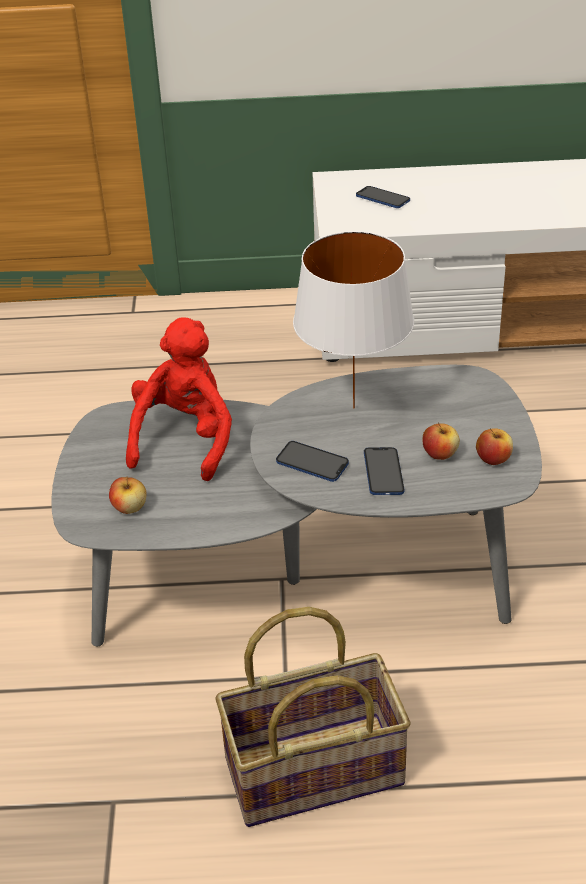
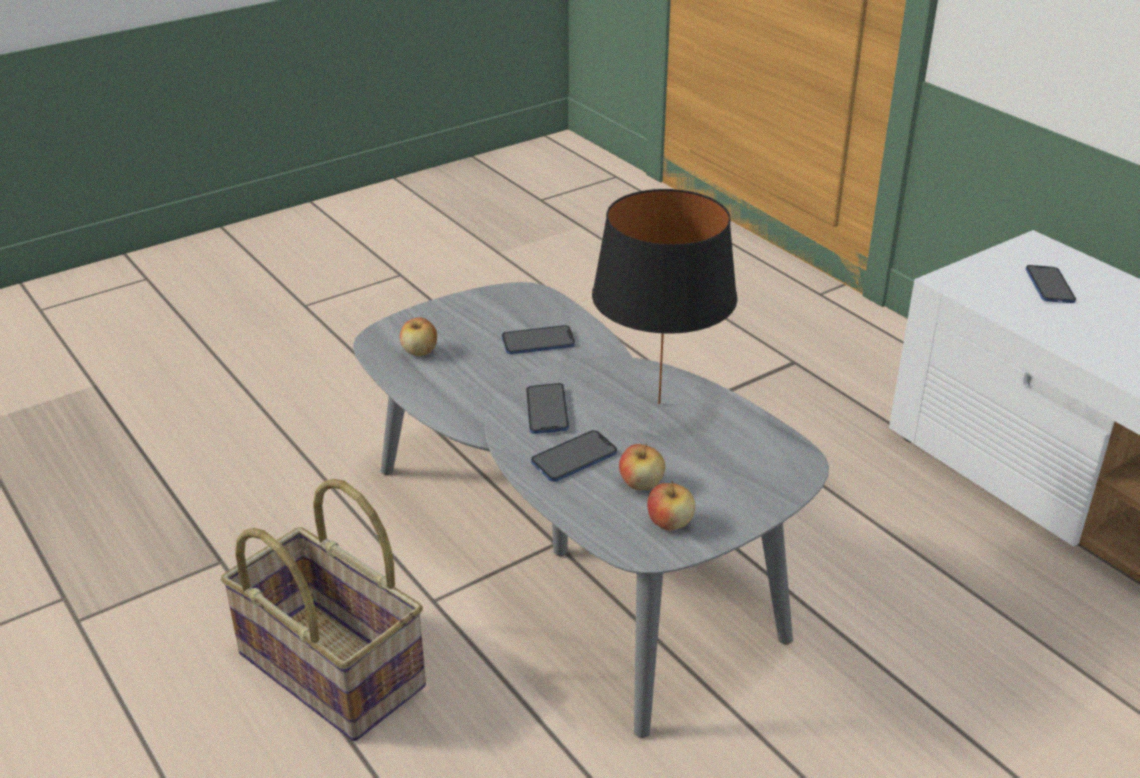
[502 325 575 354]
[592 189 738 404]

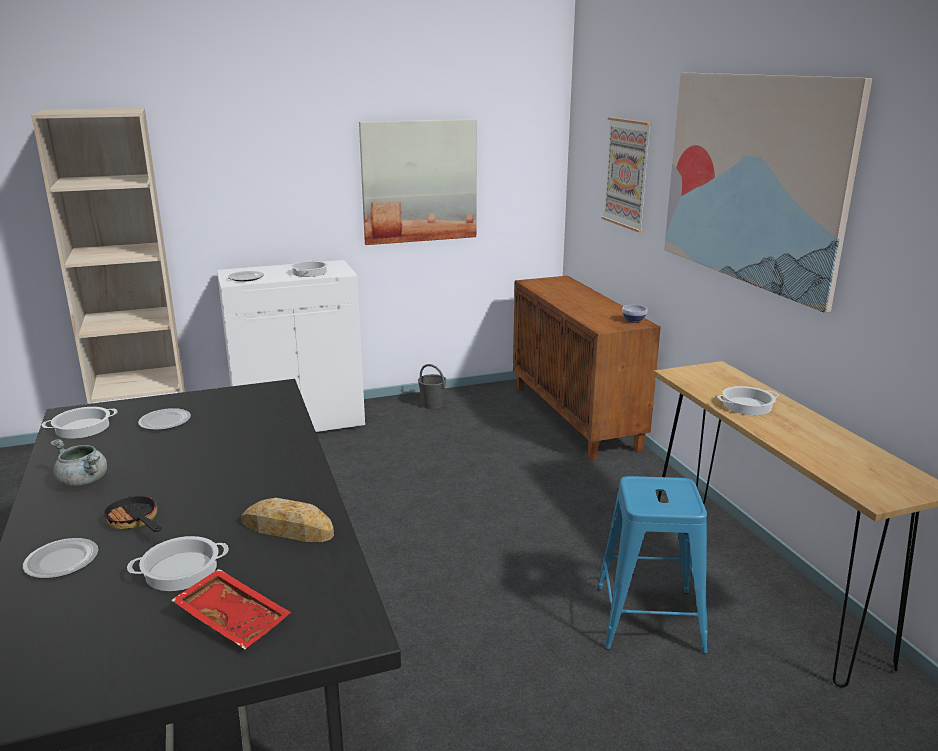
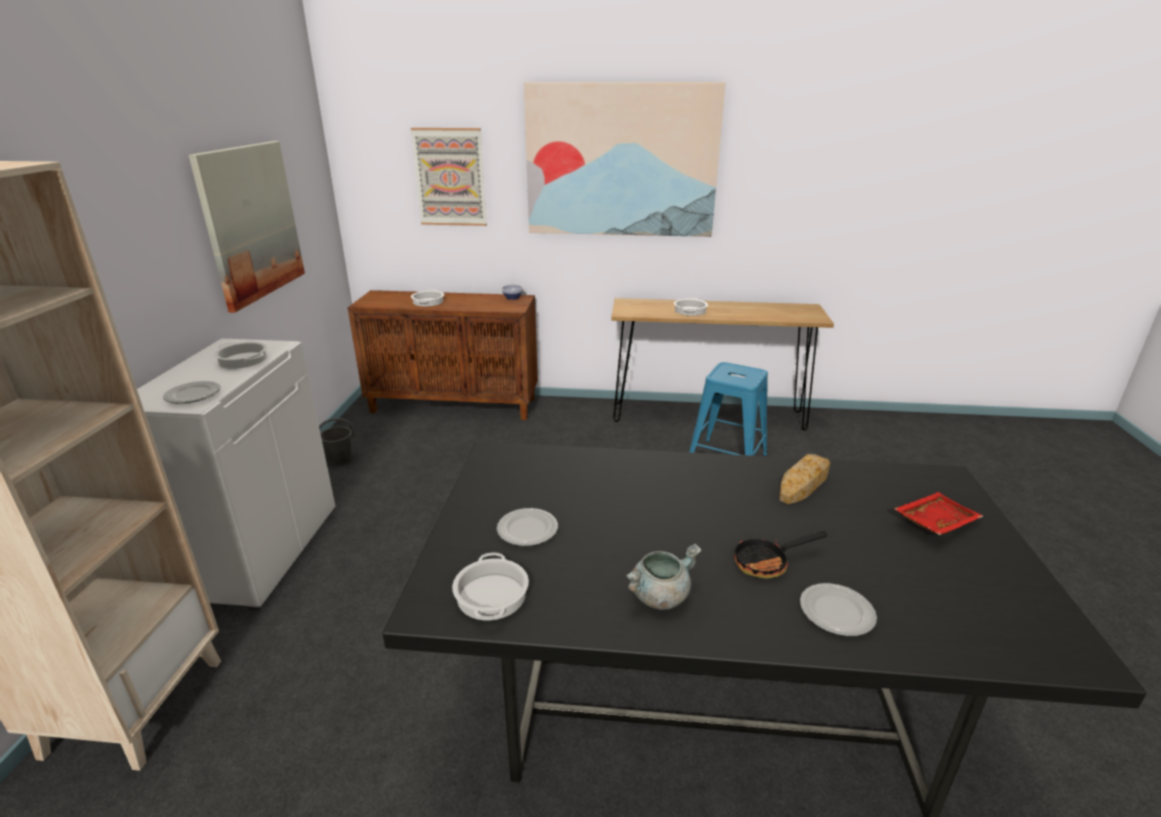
[411 290 444 307]

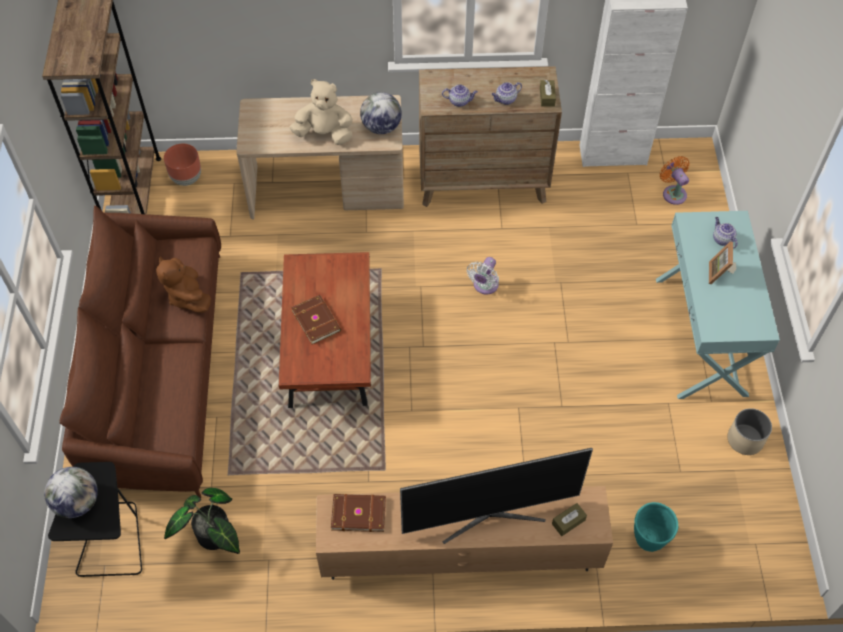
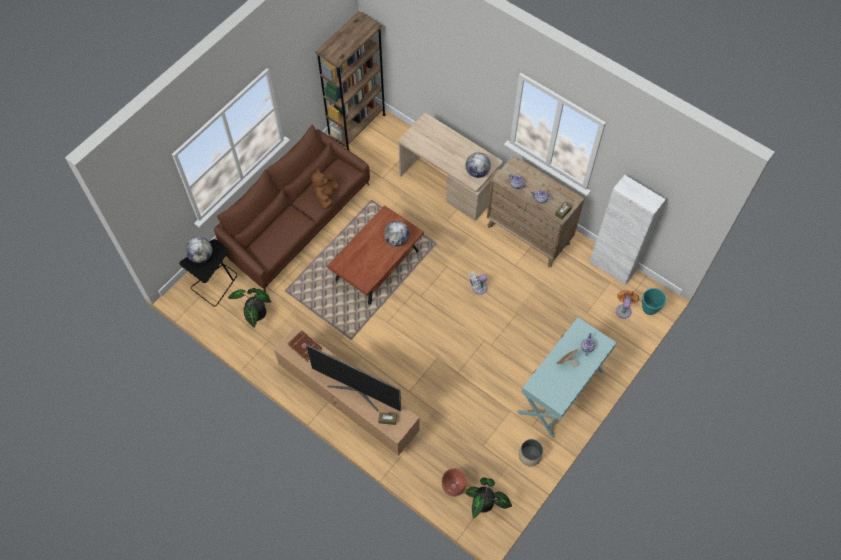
[289 79 353 145] (first image)
[291 295 341 345] (first image)
[384 221 410 246]
[465 477 512 518]
[442 468 467 497]
[642 288 666 315]

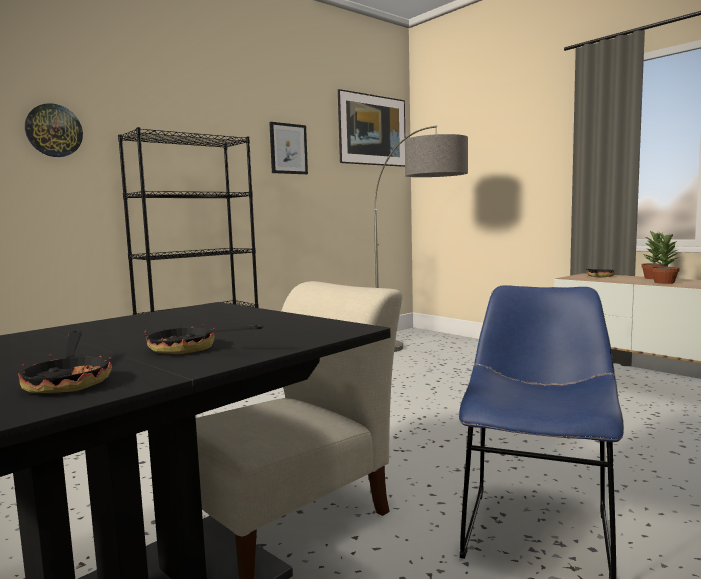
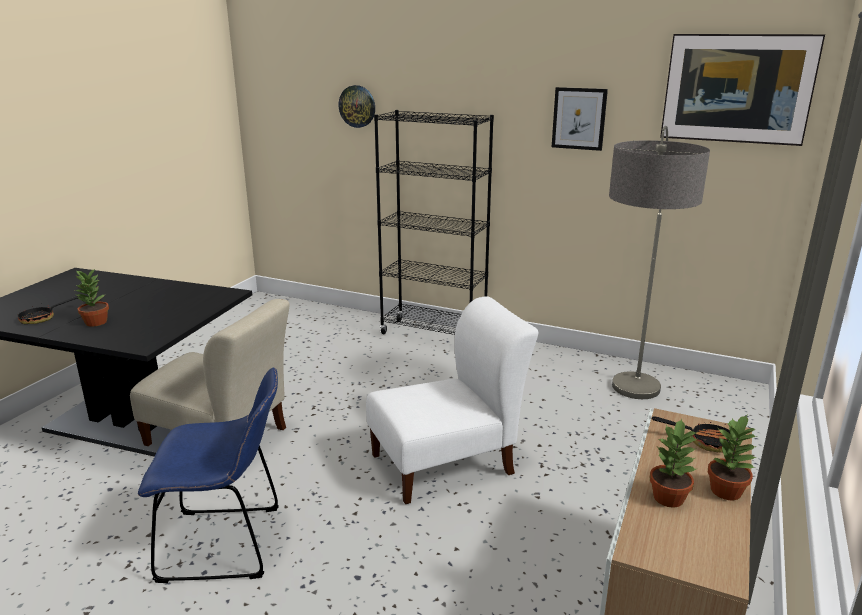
[366 296 538 504]
[75 268 109 326]

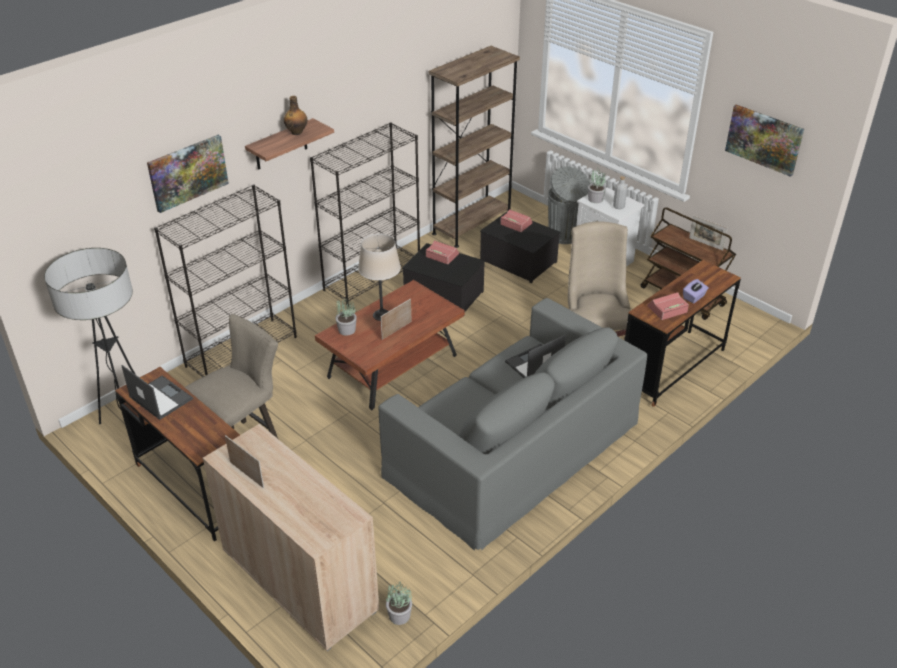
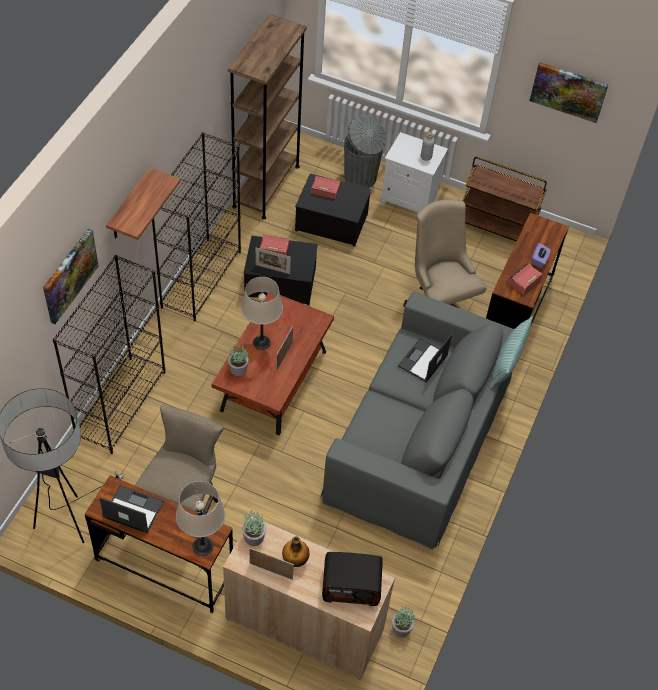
[176 481 225 556]
[322 552 383 606]
[490 317 533 388]
[282 536 309 567]
[242 510 266 546]
[255 248 291 274]

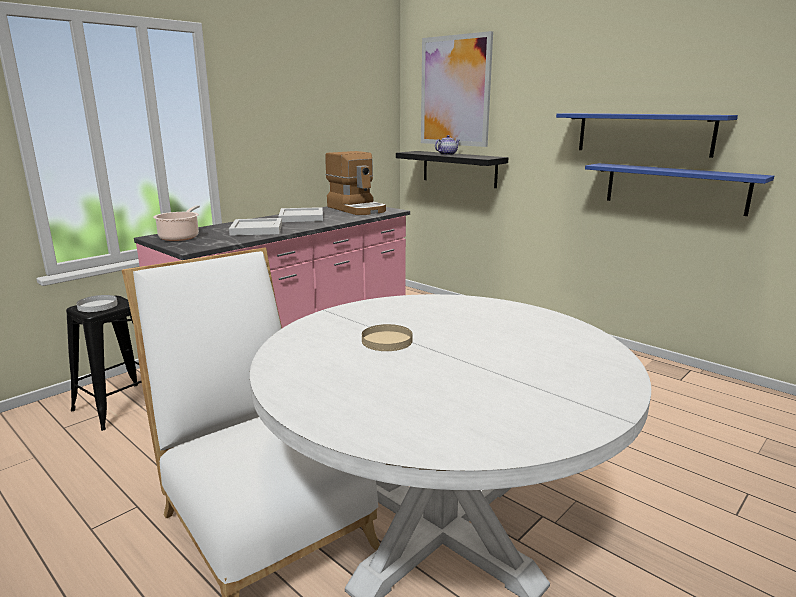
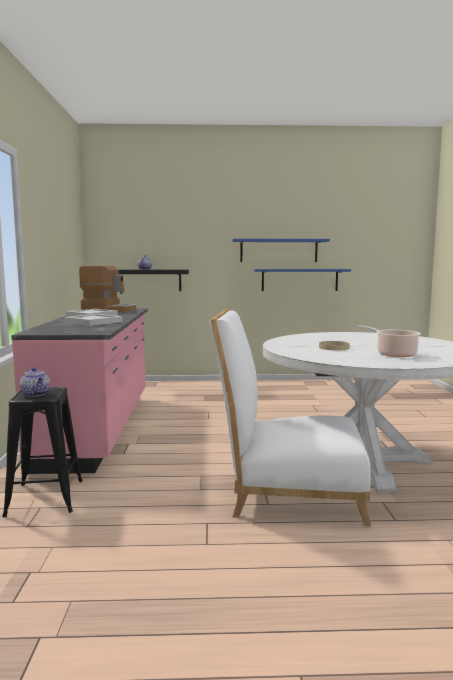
[421 31 493 147] (first image)
[358 325 421 357]
[20 367 50 397]

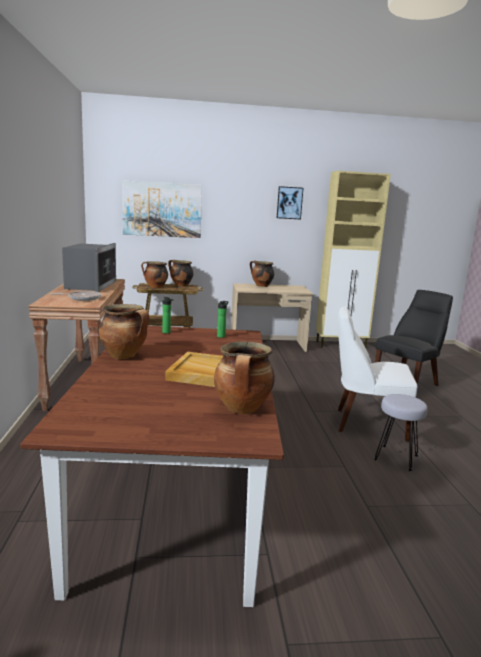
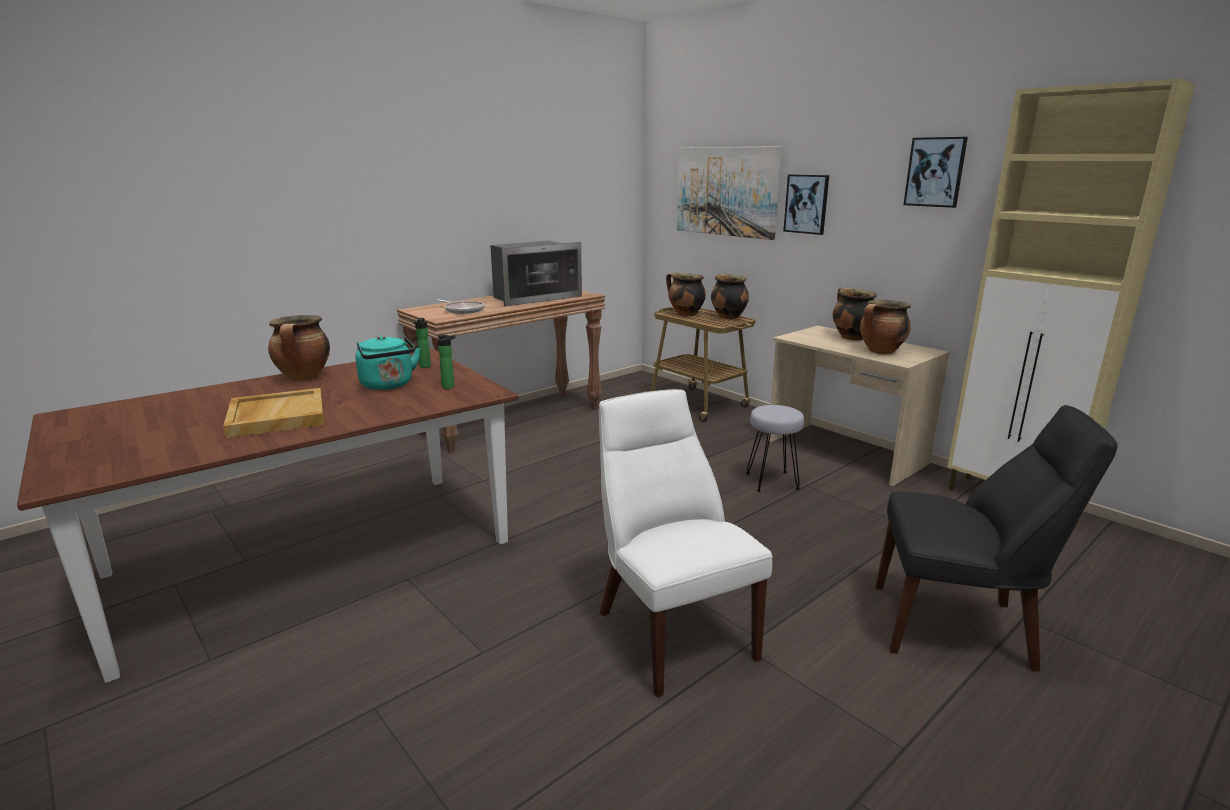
[355 335 421 390]
[783 174 829 235]
[860 300 911 354]
[746 405 804 492]

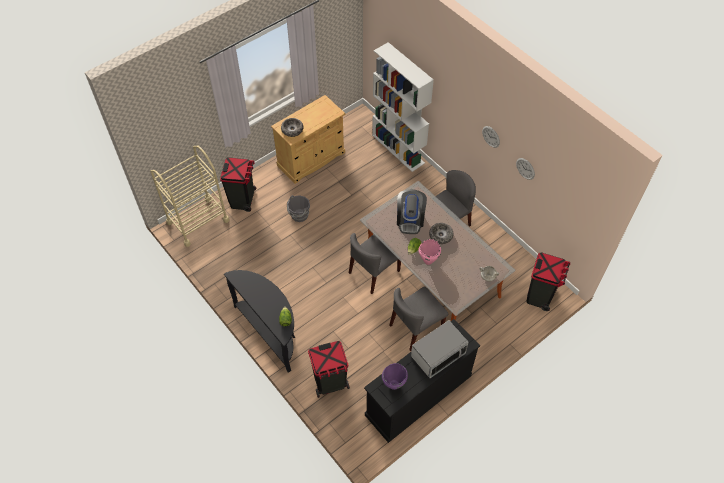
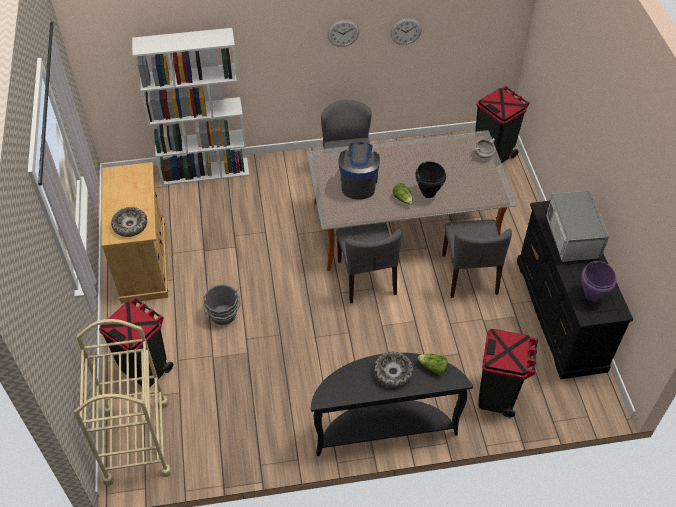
[373 352 413 388]
[415 161 446 198]
[338 142 380 200]

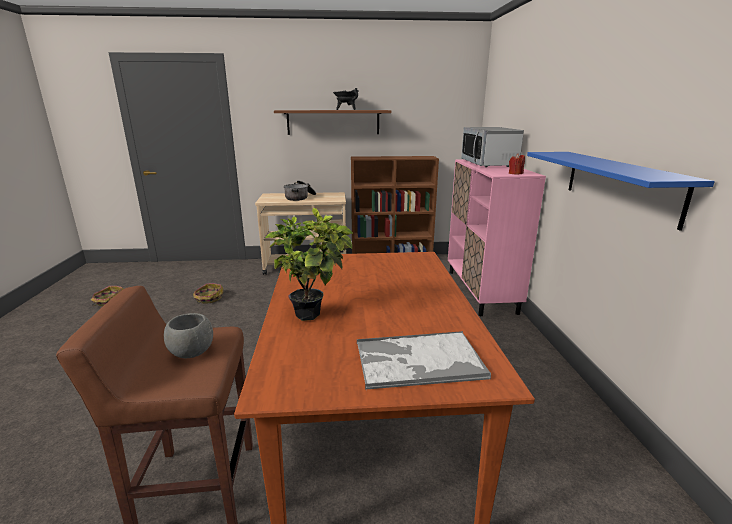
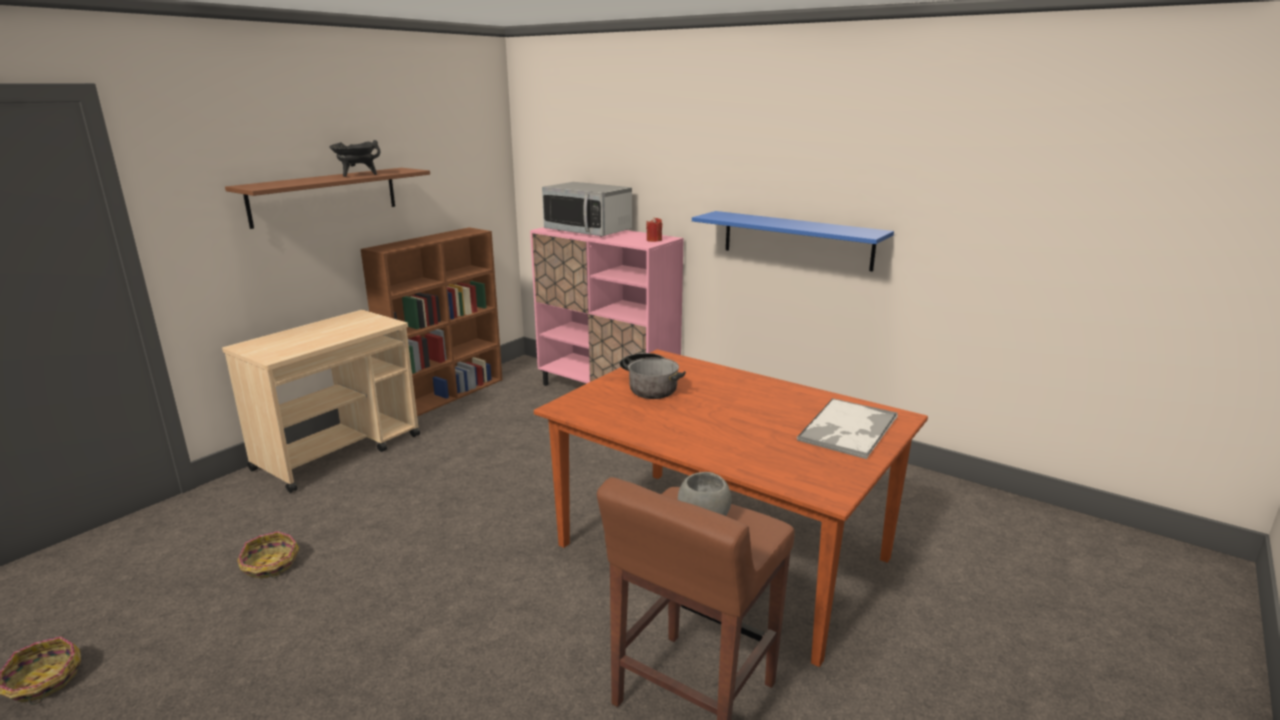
[265 208 353 321] (first image)
[620 353 686 399]

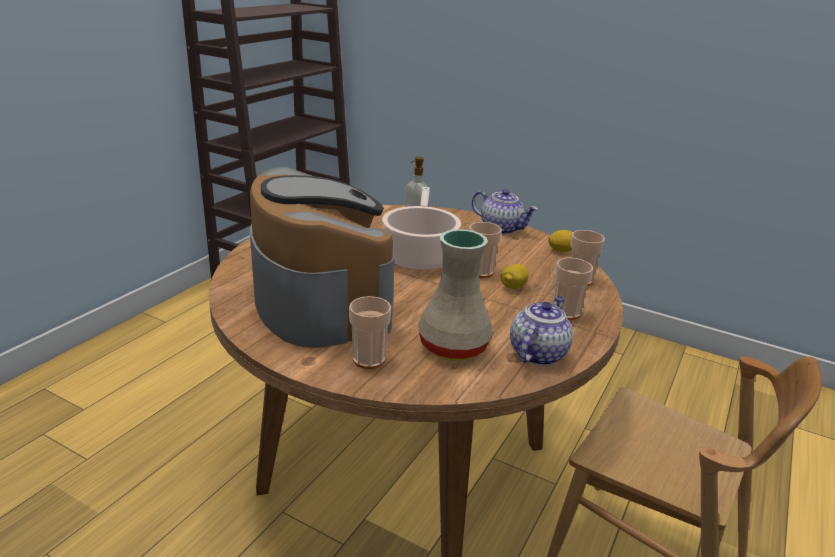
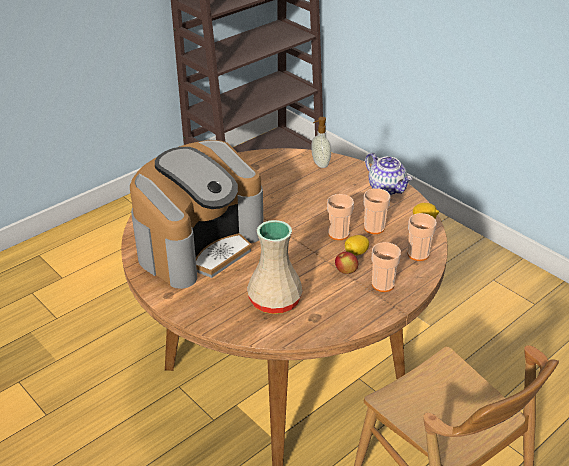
[382 187 461 270] (first image)
[510 296 573 366] (first image)
[335 252 358 274]
[364 188 390 234]
[130 140 263 289]

